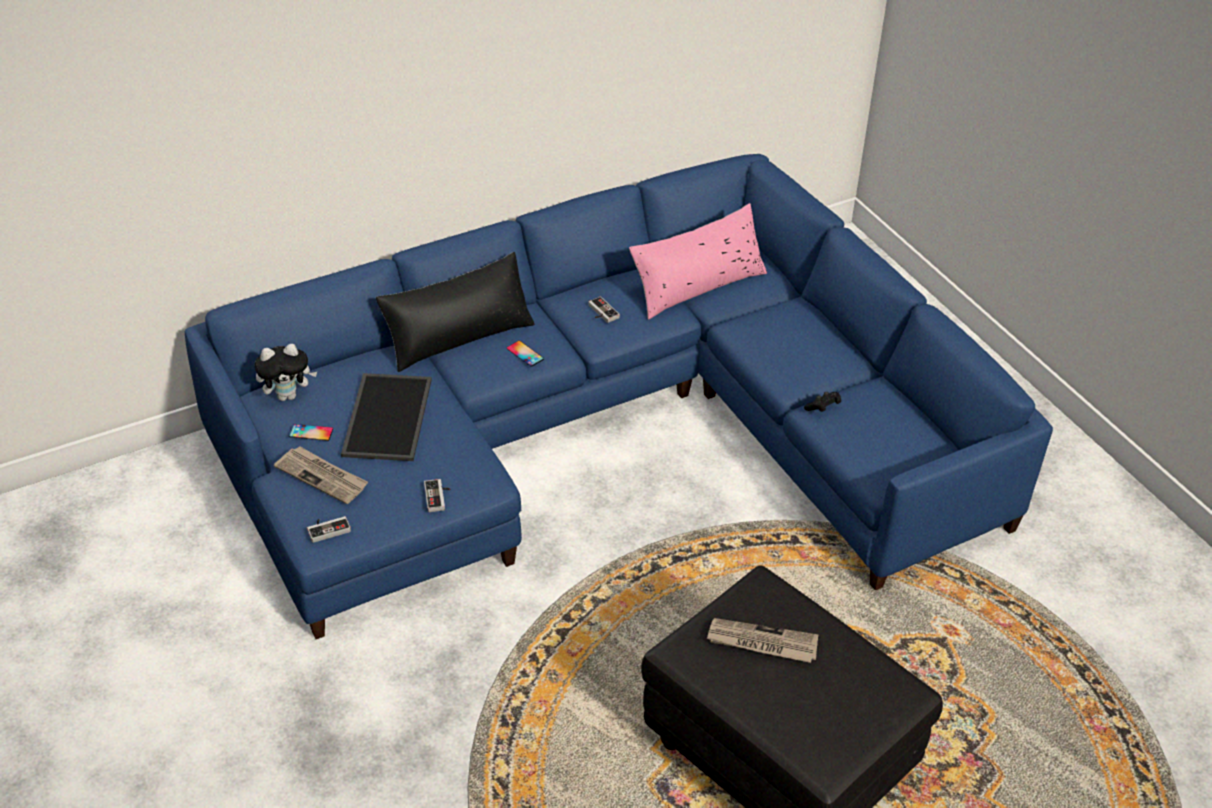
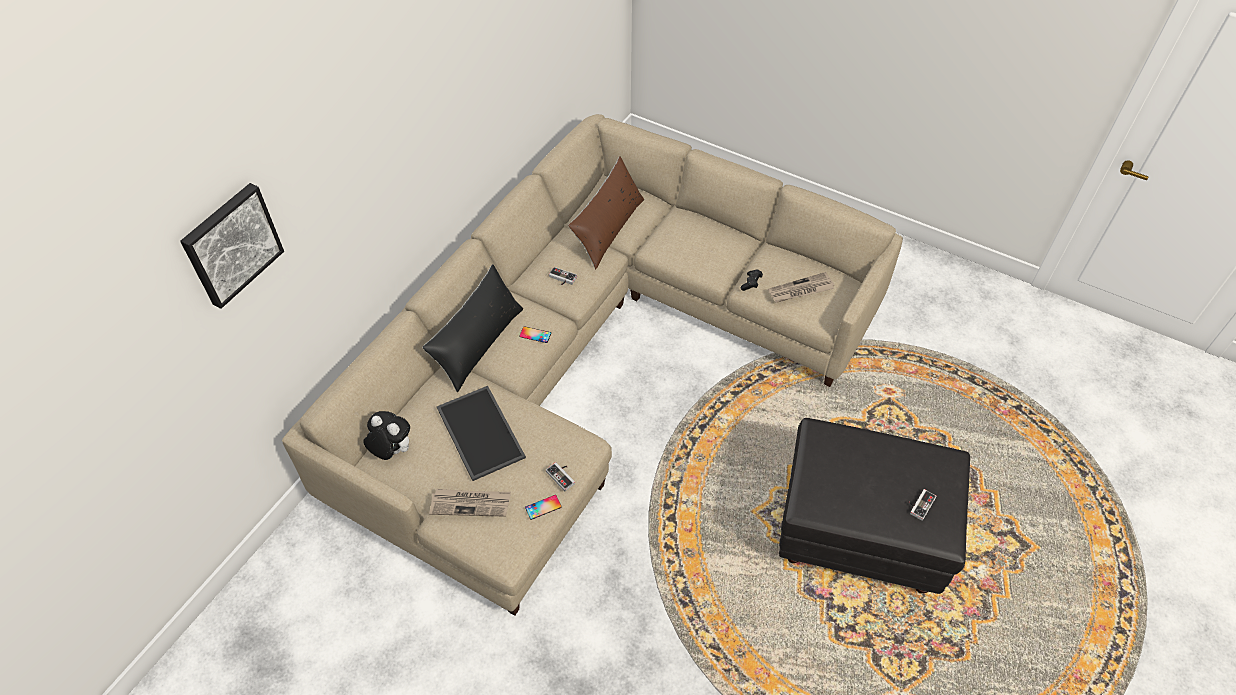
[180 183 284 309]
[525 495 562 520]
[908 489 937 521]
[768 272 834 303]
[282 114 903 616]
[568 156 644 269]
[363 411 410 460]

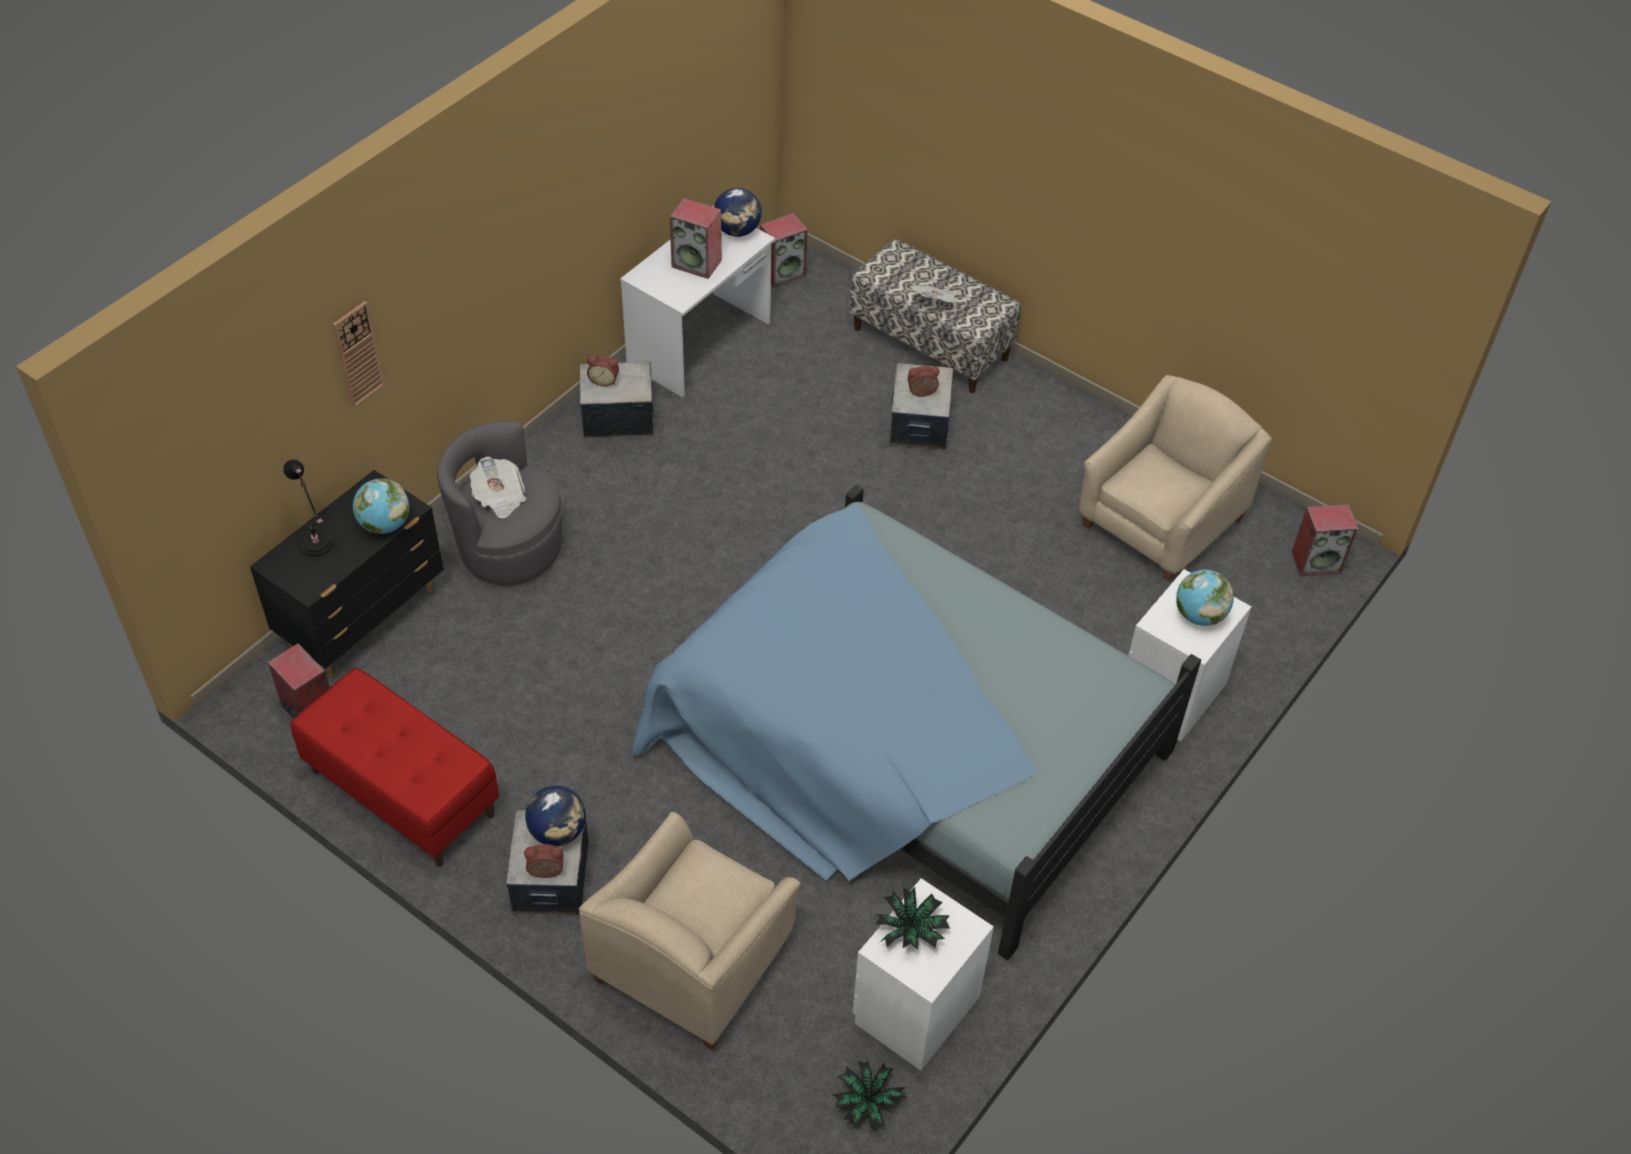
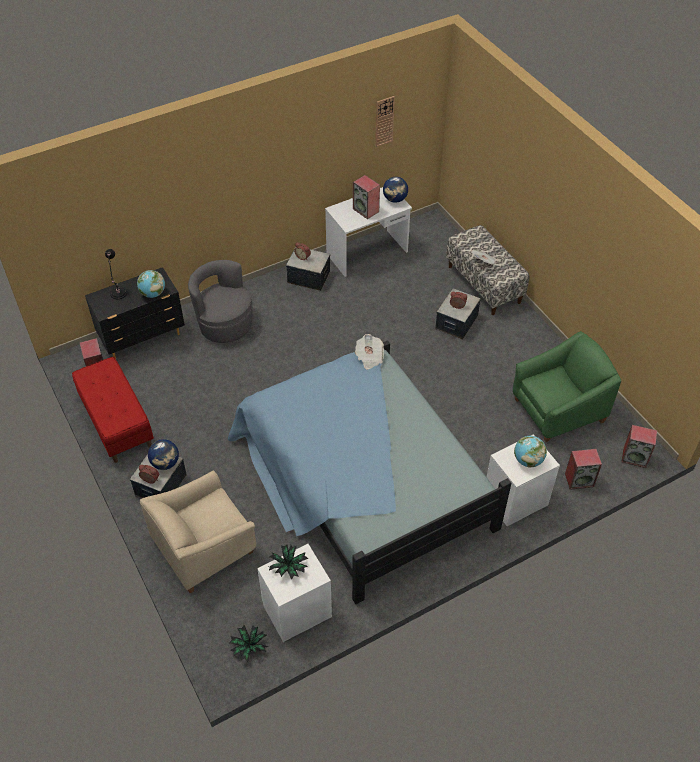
[376 96 395 147]
[355 334 384 370]
[565 449 602 490]
[513 331 621 442]

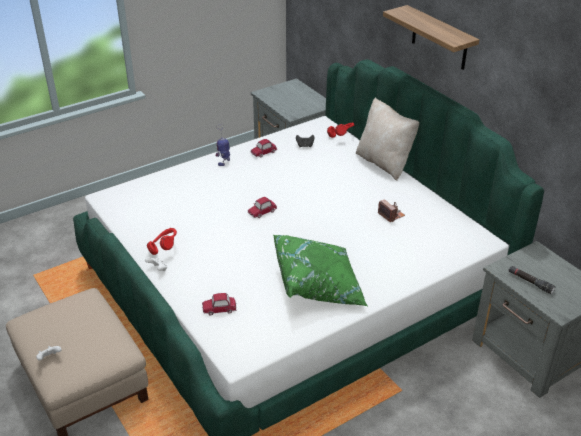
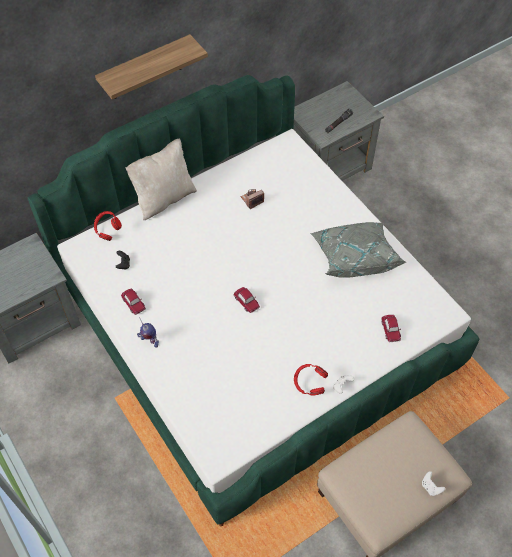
[310 222 406 278]

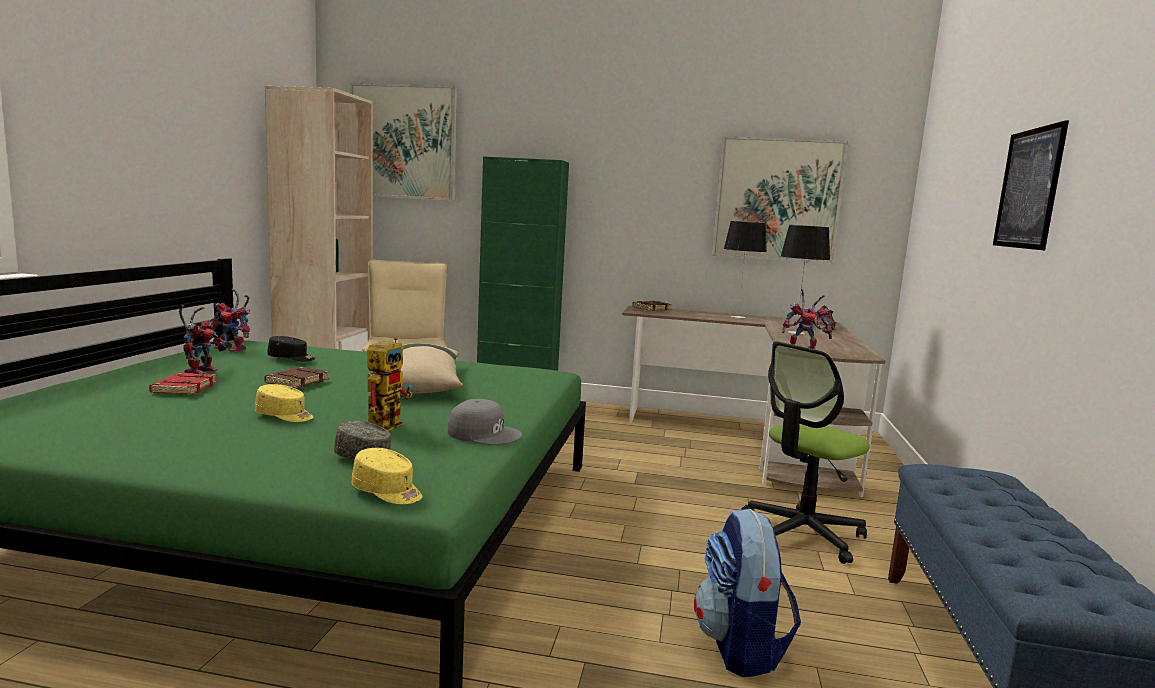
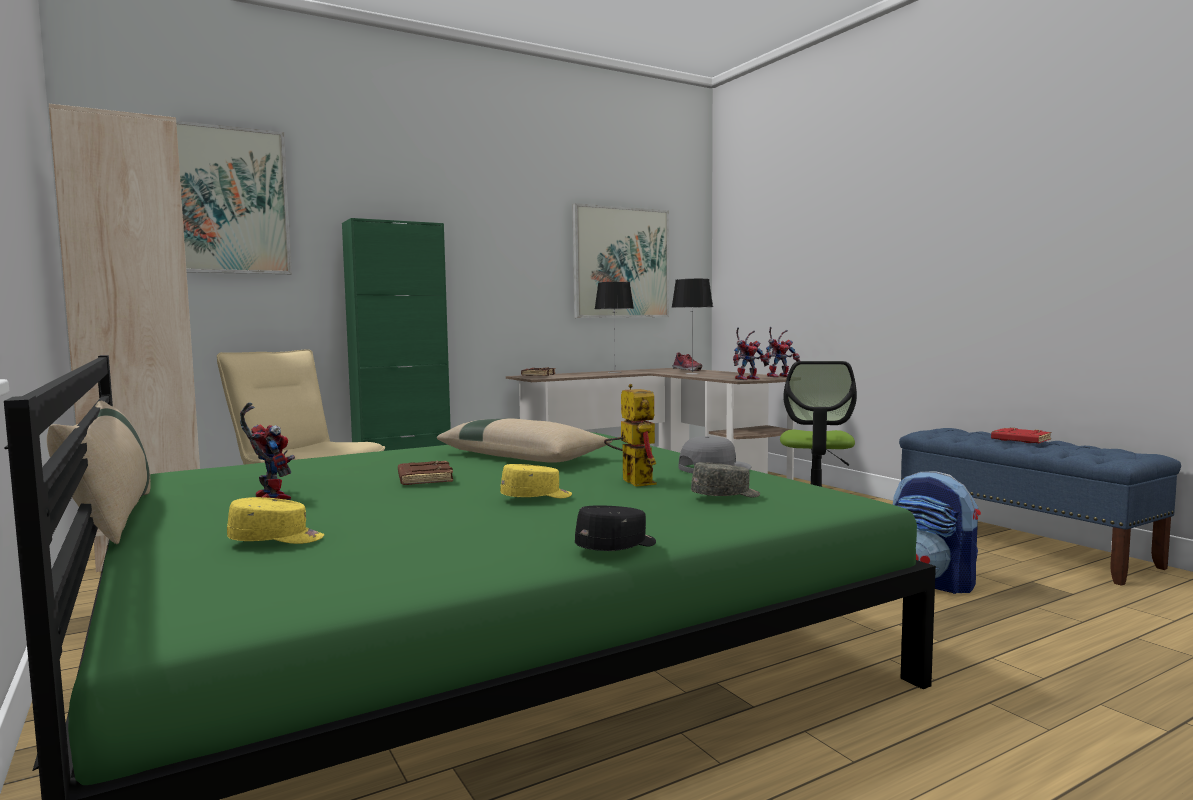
[993 120 1069 250] (first image)
[47 401 151 544]
[991 427 1051 443]
[765 327 800 377]
[575 505 656 551]
[227 497 324 544]

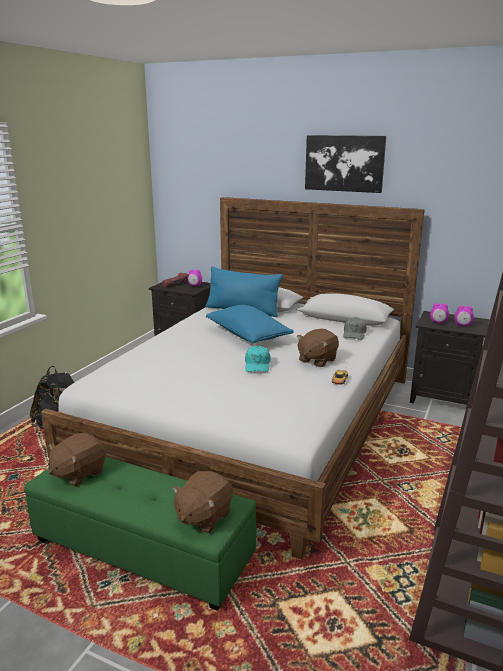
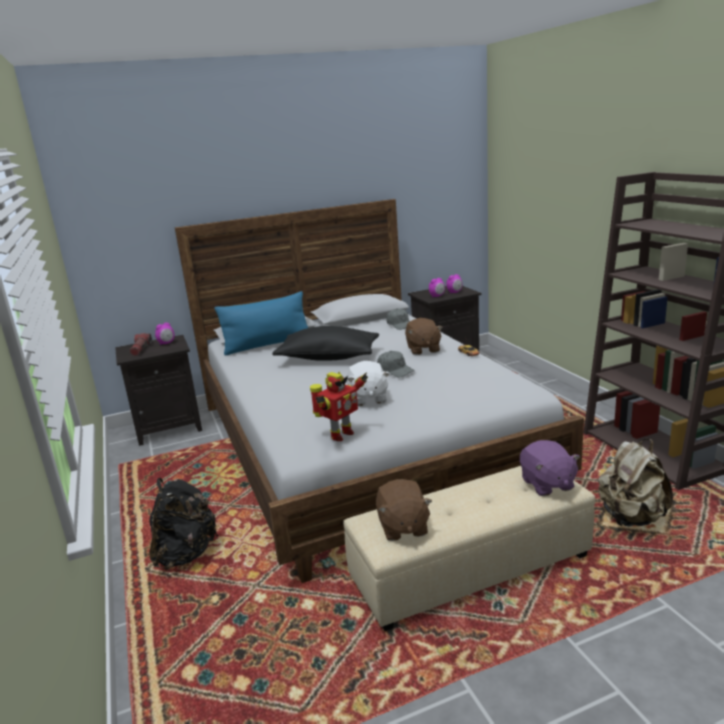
[305 135 386 193] (first image)
[310 372 368 441]
[347 361 390 406]
[598 439 673 526]
[343 466 596 631]
[520 440 580 496]
[272 326 379 361]
[377 351 415 377]

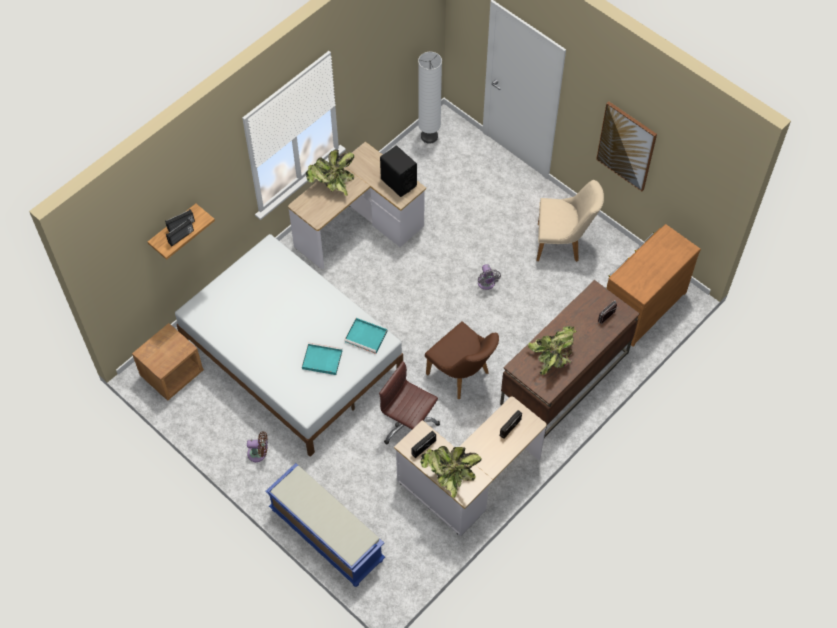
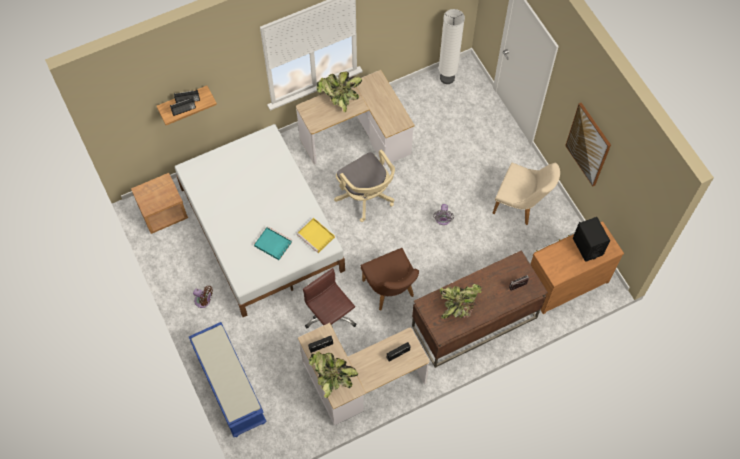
[334 149 395 222]
[573 217 610 262]
[297 218 335 253]

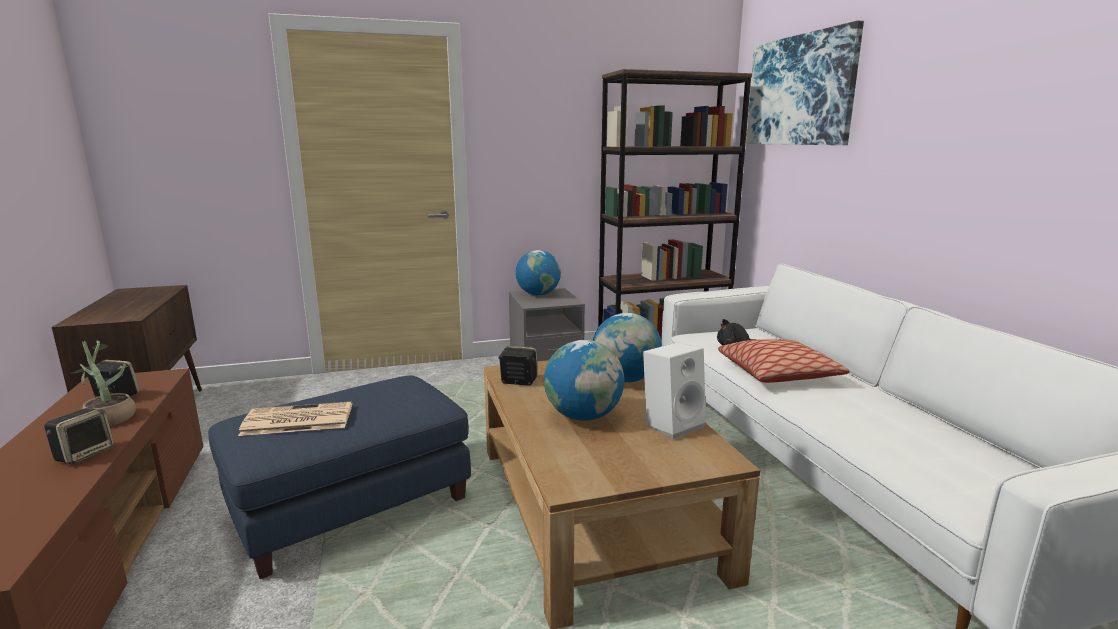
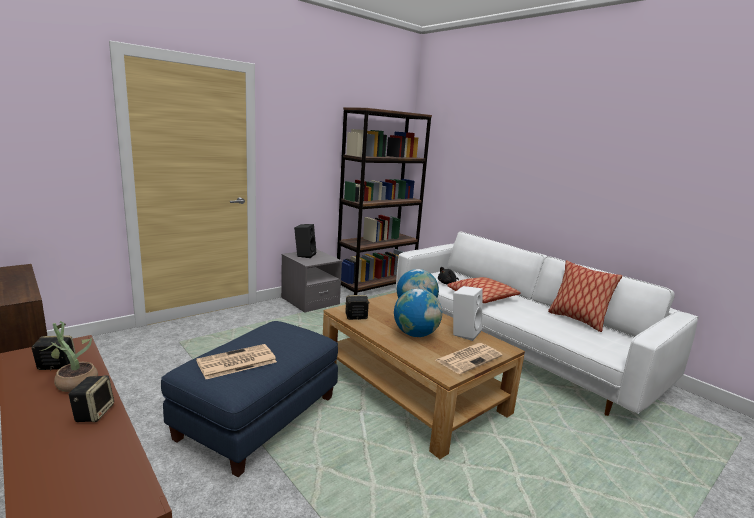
[746 21 864 145] (first image)
[436 343 503 374]
[548 260 622 332]
[294 224 316 258]

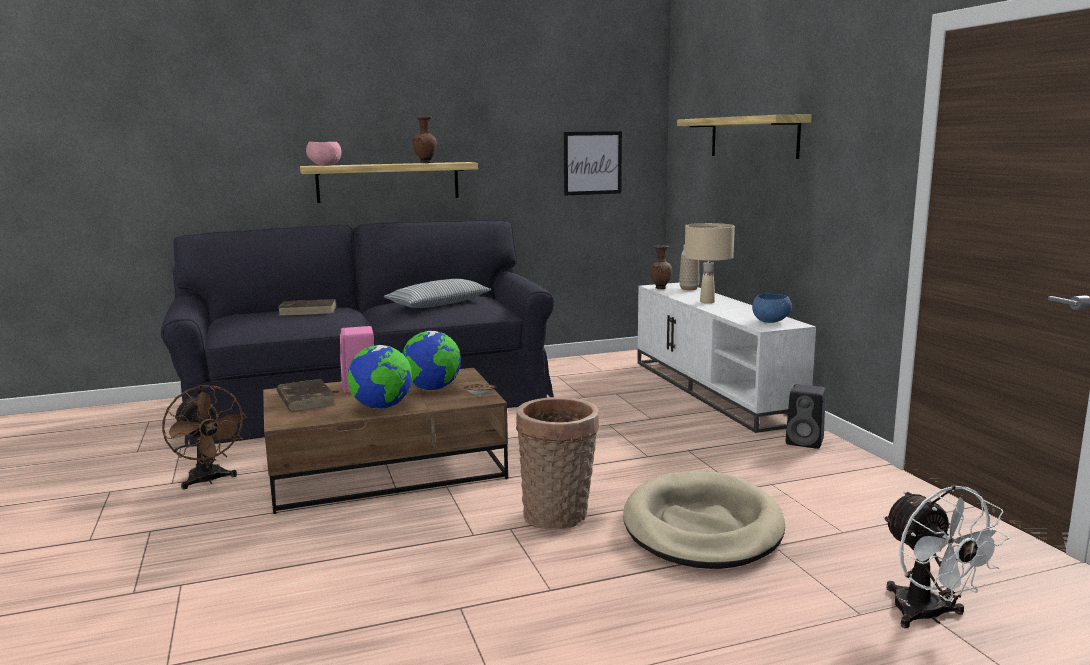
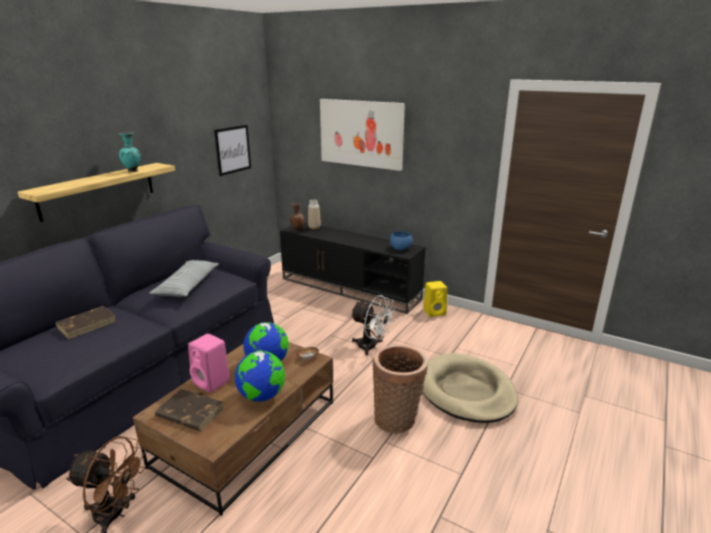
[306 142 341 166] (first image)
[685 223 735 303] (first image)
[350 295 395 355]
[320 99 405 171]
[119 132 141 172]
[280 222 425 314]
[423 281 447 317]

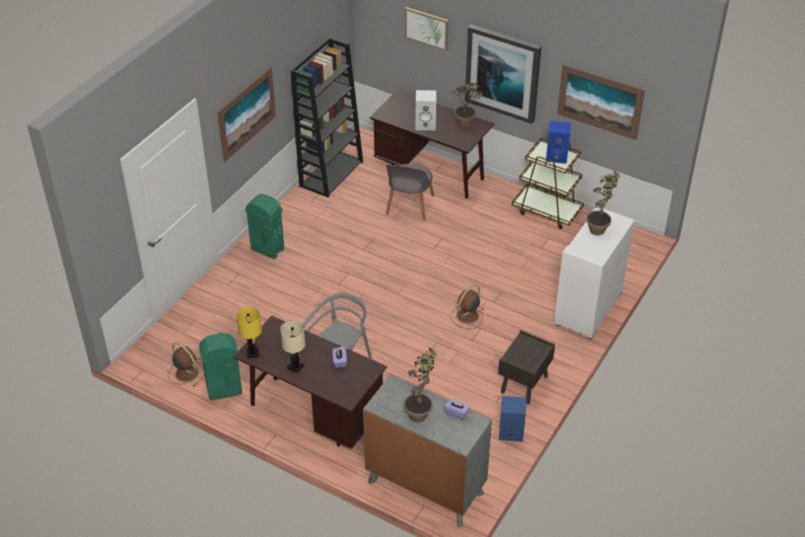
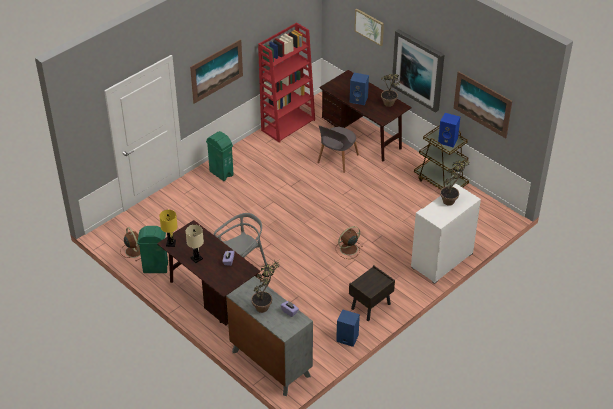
[258 22 315 143]
[350 73 369 105]

